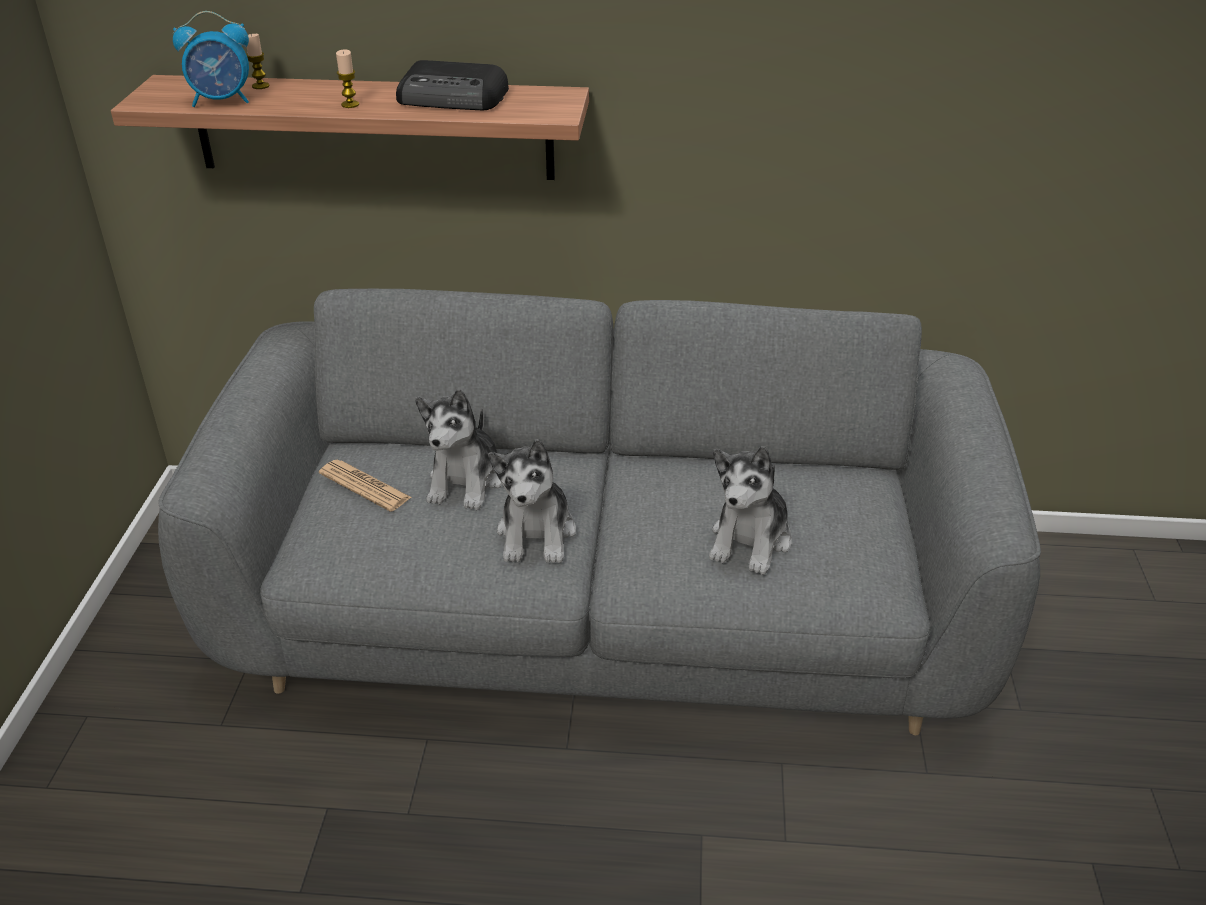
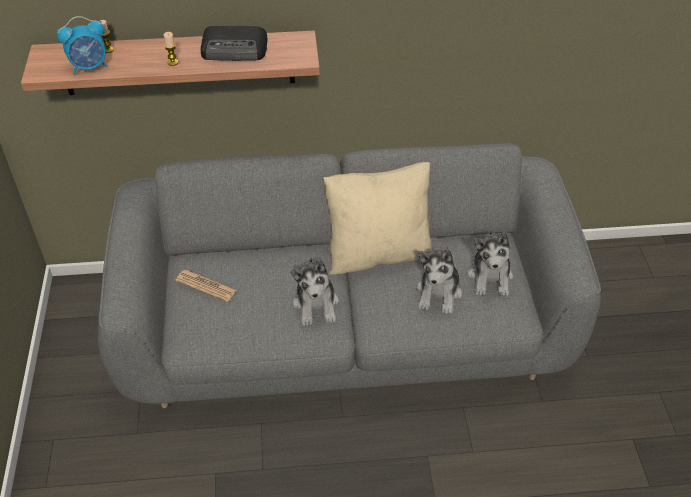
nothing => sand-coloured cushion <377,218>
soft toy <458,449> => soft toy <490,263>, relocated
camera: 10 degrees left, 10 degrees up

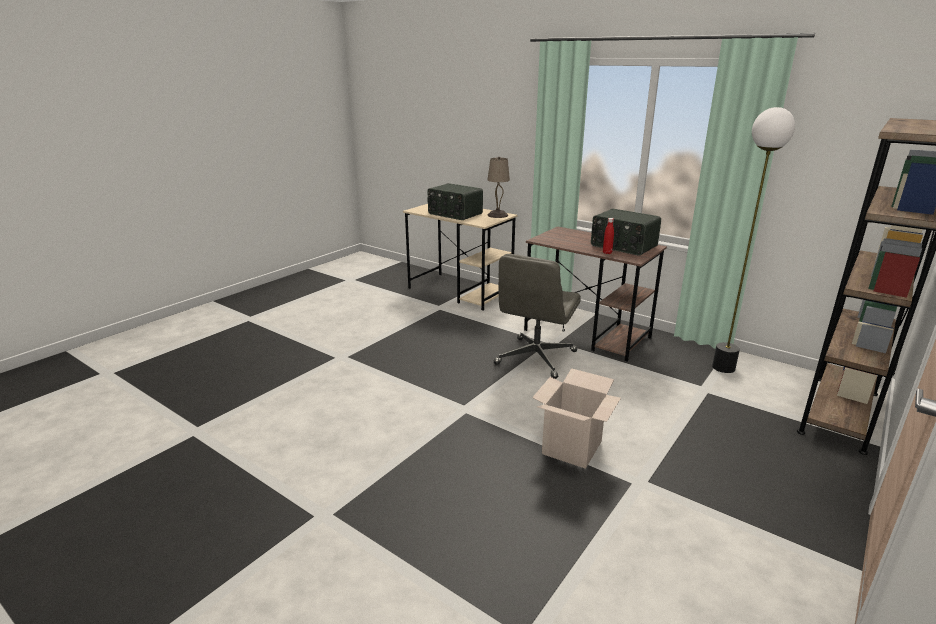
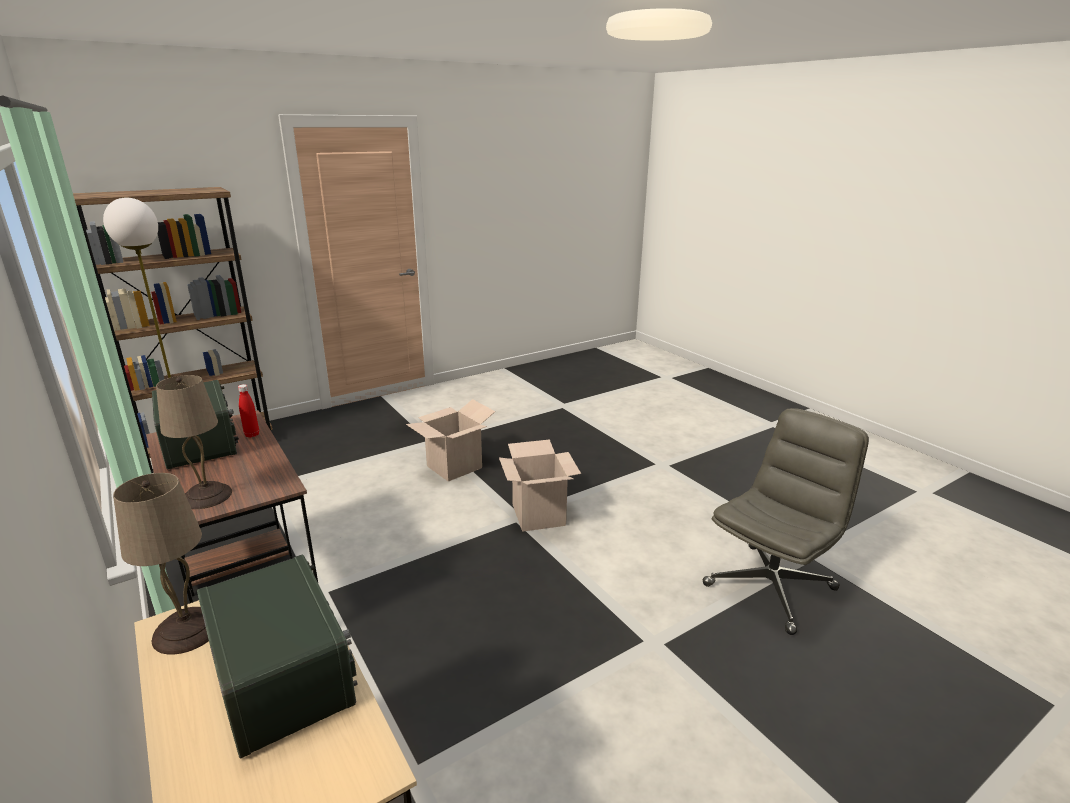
nothing => sand-coloured tabletop lamp <194,442>
nothing => packing box <540,485>
greyish computer chair <537,316> => greyish computer chair <785,521>, relocated
camera: 160 degrees left, 0 degrees up

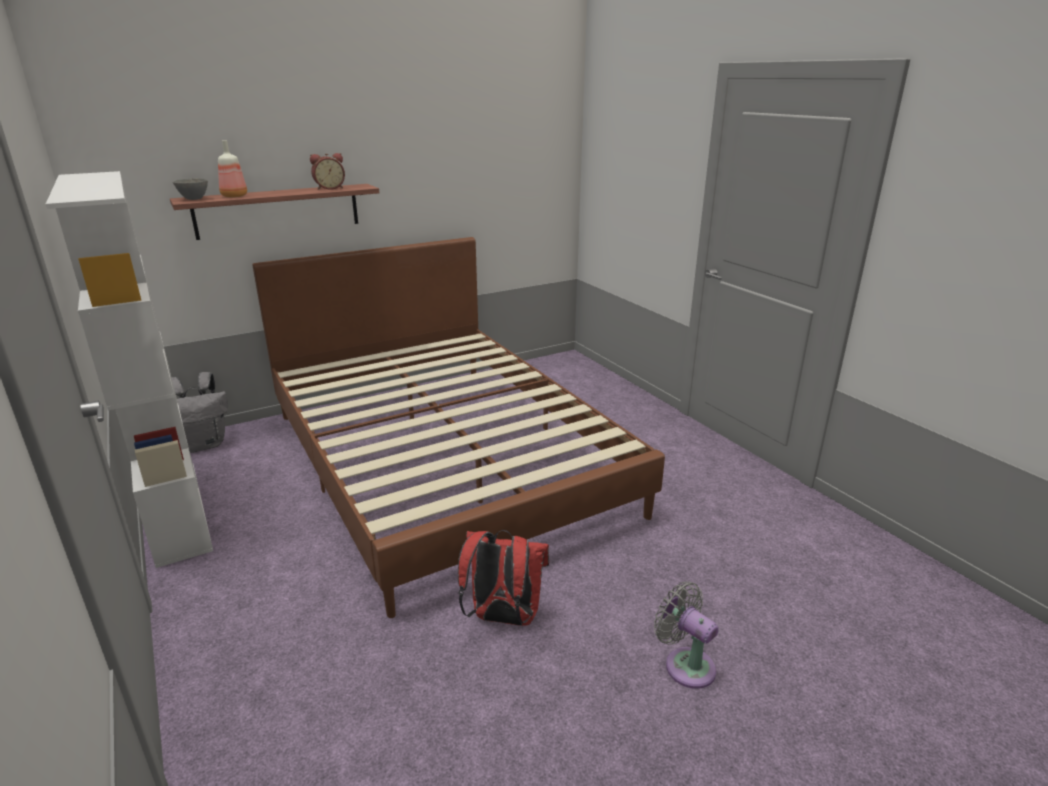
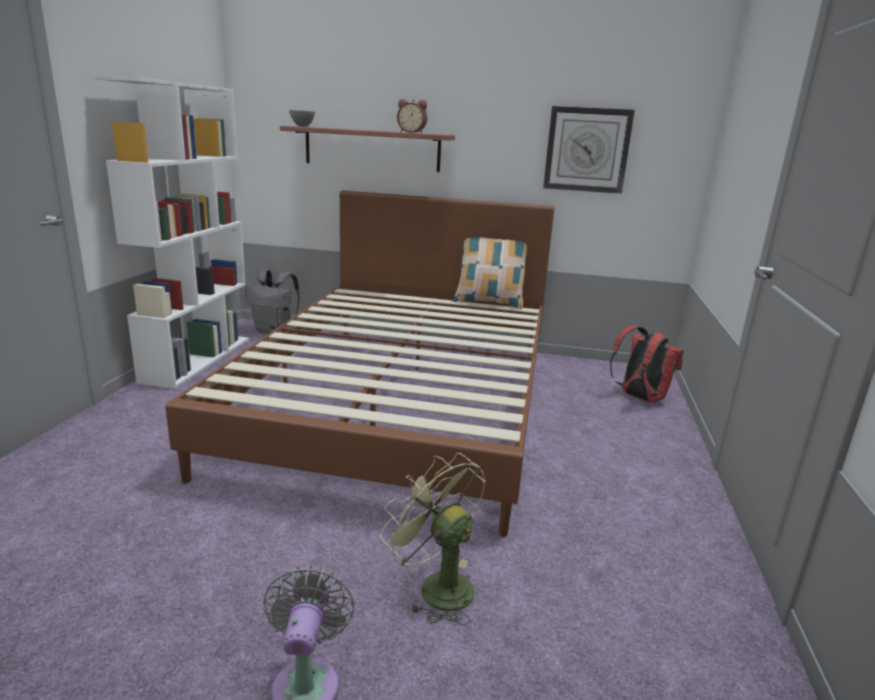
bottle <232,168> => nothing
nothing => green-coloured electric fan <433,539>
nothing => cushion <490,273>
nothing => hanging clock <589,150>
red knapsack <503,578> => red knapsack <647,364>, relocated
camera: 40 degrees right, 5 degrees down

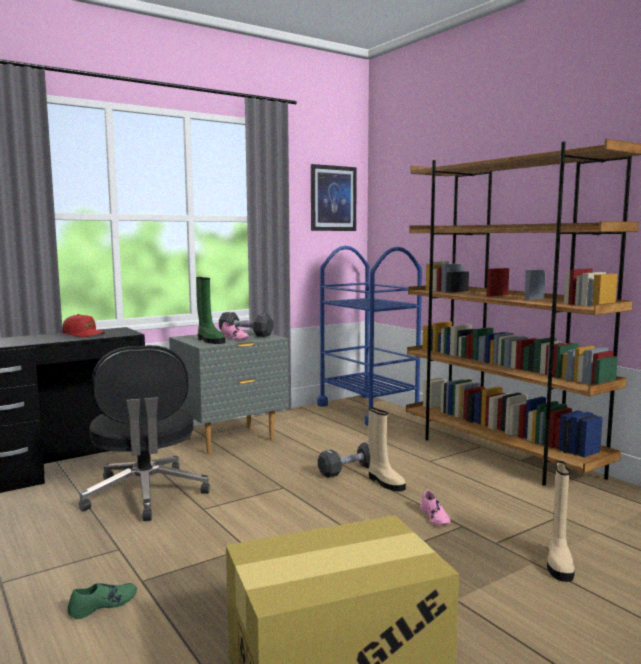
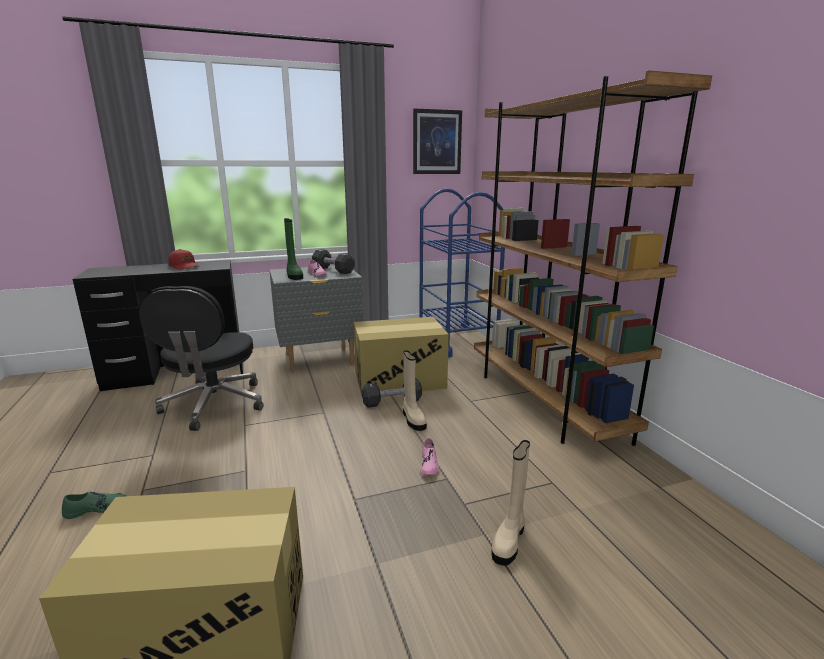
nothing => packing box <401,356>
camera: 15 degrees right, 10 degrees up

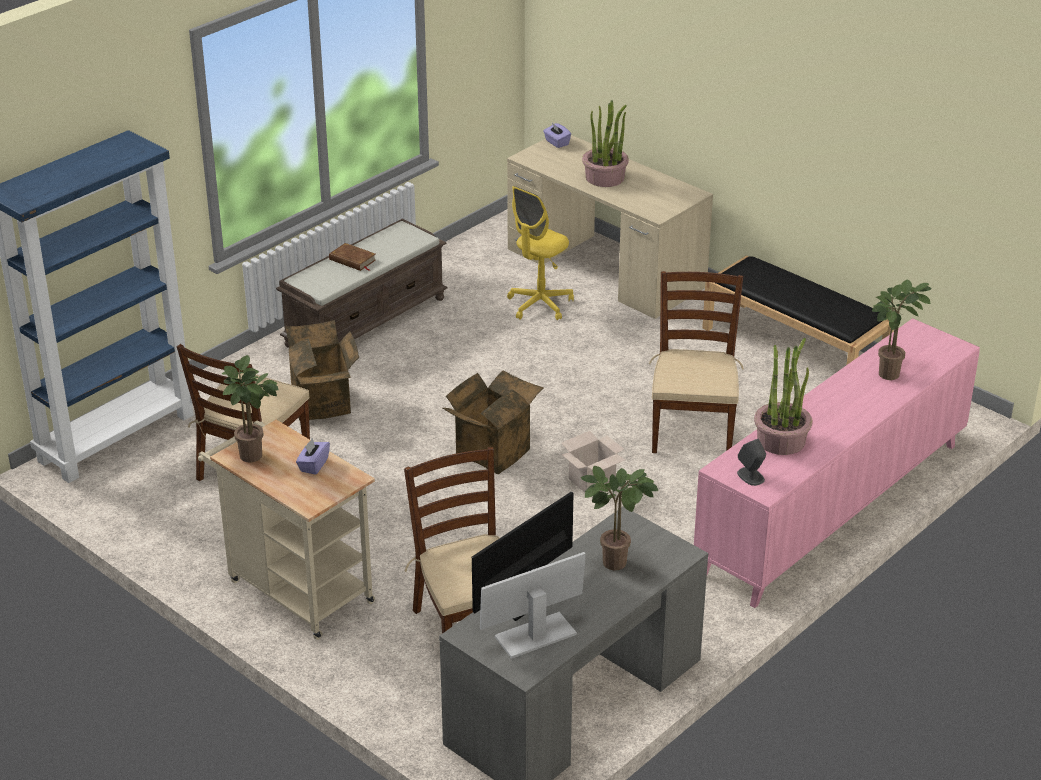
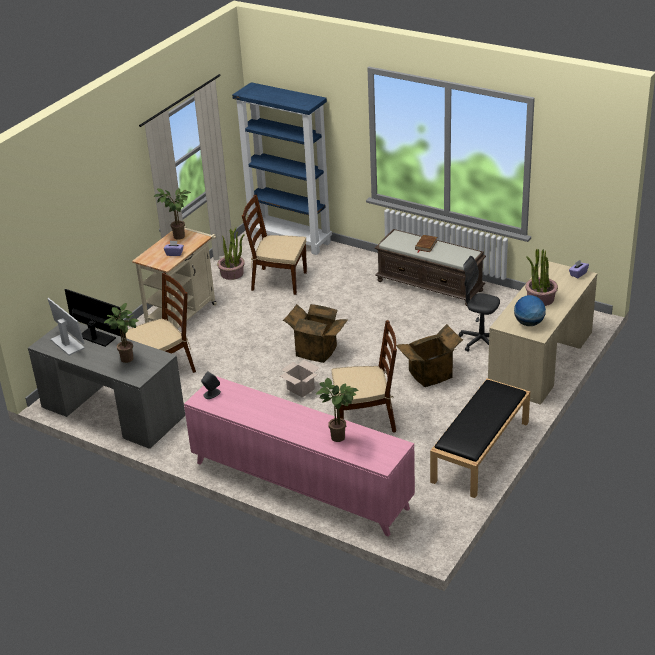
nothing => world globe <530,310>
packing box <322,370> => packing box <429,355>, relocated
potted plant <783,396> => potted plant <231,254>, relocated
yellowish computer chair <540,253> => greyish computer chair <479,304>
camera: 80 degrees right, 0 degrees up

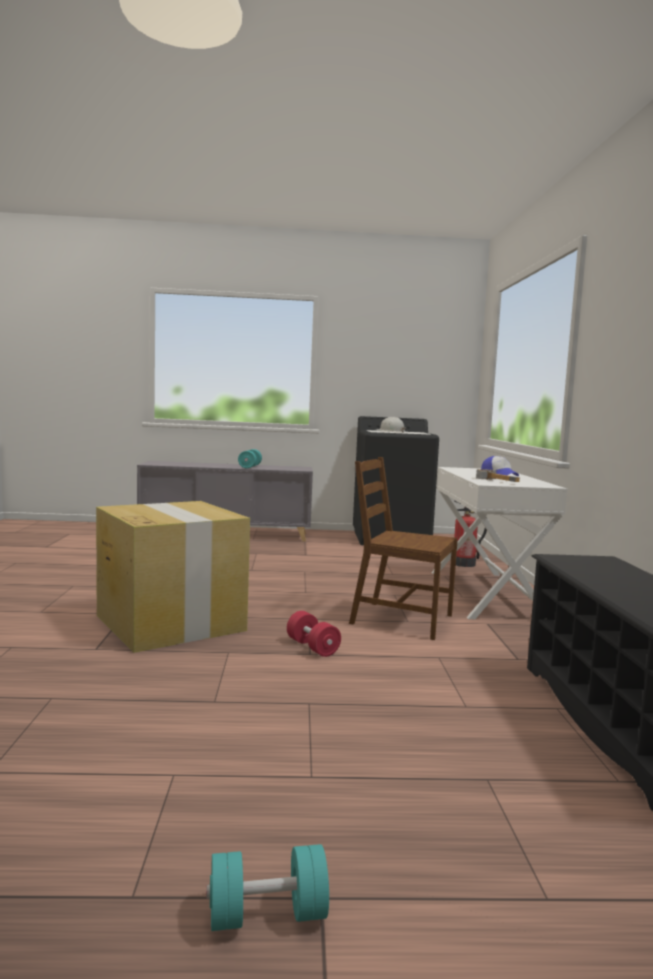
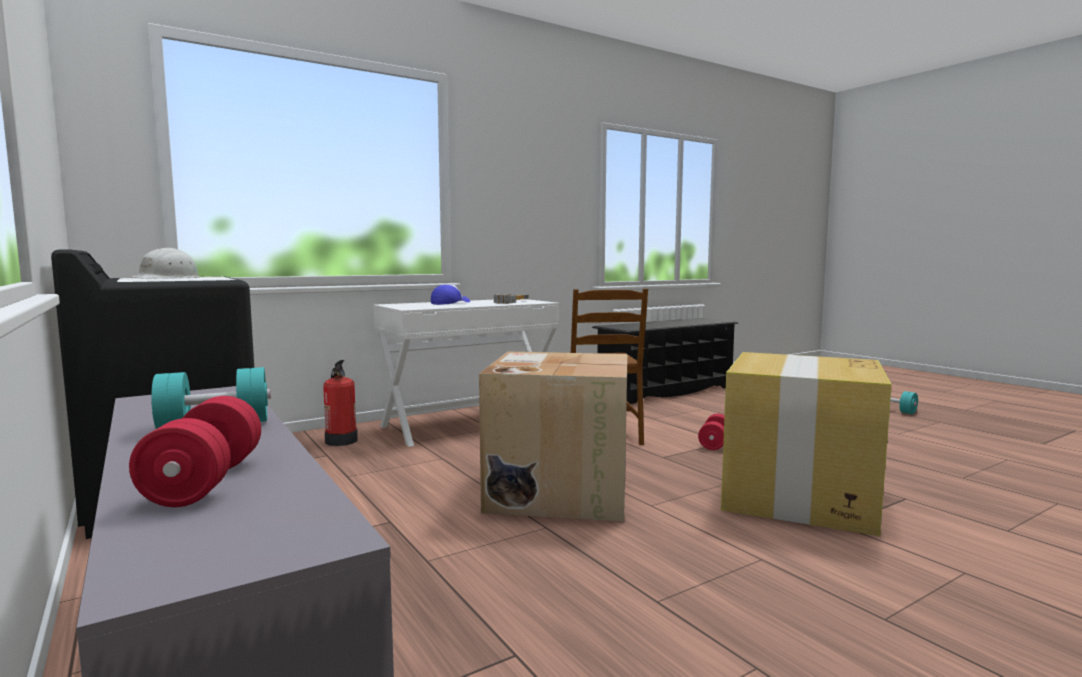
nothing => red free weight <195,451>
nothing => packing box <553,437>
camera: 120 degrees left, 0 degrees up

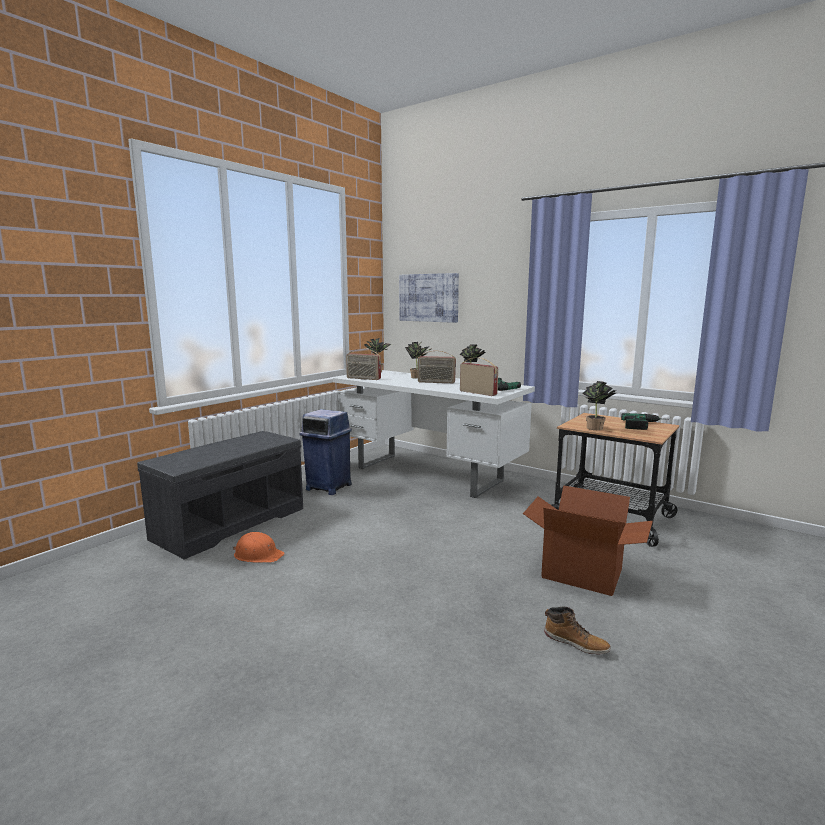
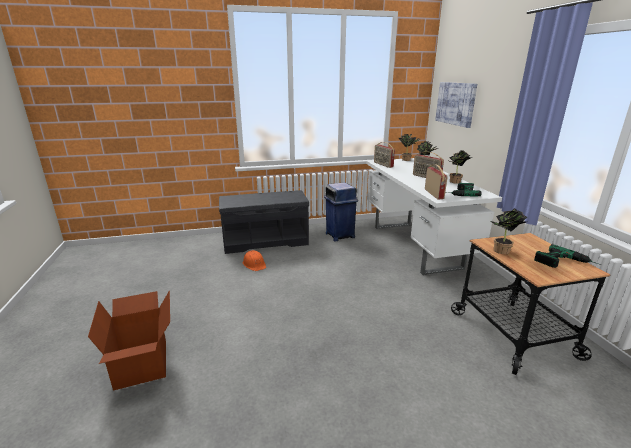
high-top boot <577,631> => nothing
packing box <588,540> => packing box <129,340>, relocated
camera: 40 degrees right, 10 degrees up

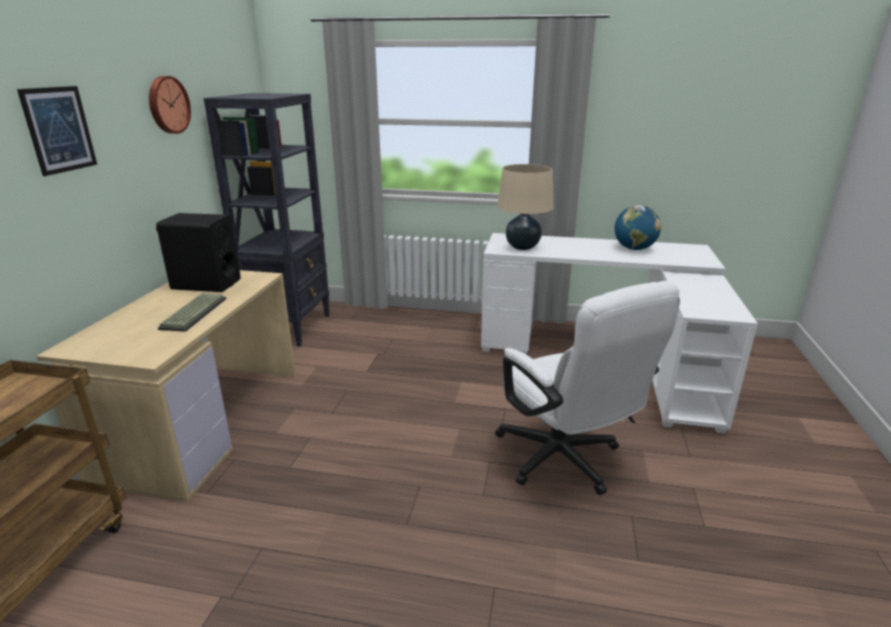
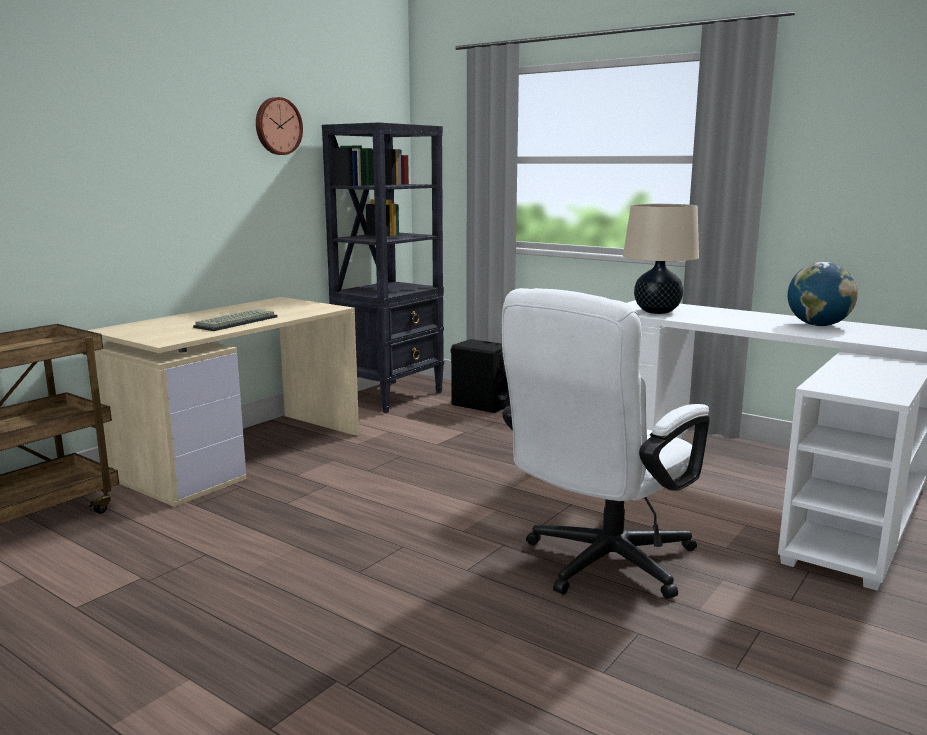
picture <57,131> => nothing
black-coloured loudspeaker <198,252> => black-coloured loudspeaker <480,376>, relocated
whitish computer chair <587,388> => whitish computer chair <606,443>, 45 degrees clockwise
camera: 25 degrees right, 10 degrees down

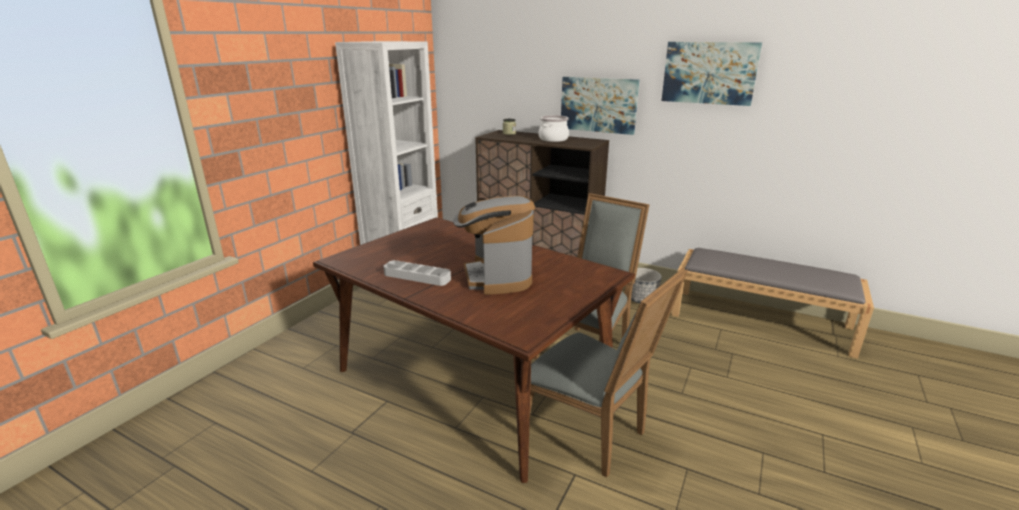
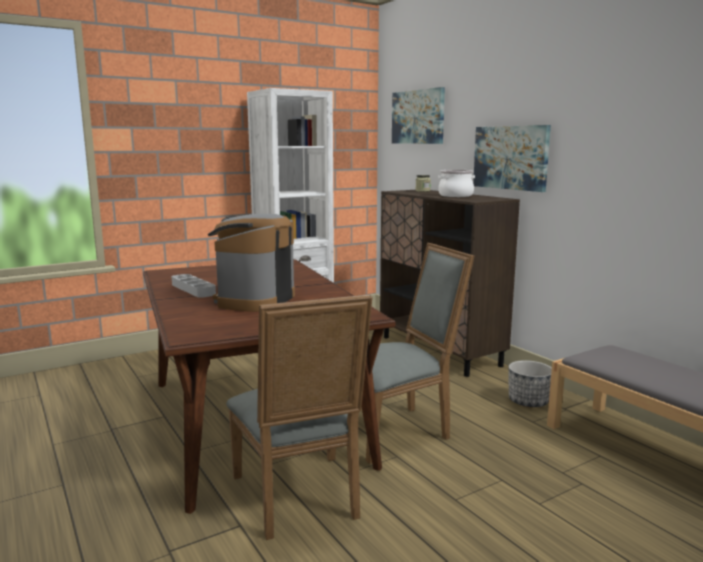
picture <712,74> => picture <418,115>, relocated
camera: 30 degrees right, 10 degrees down

